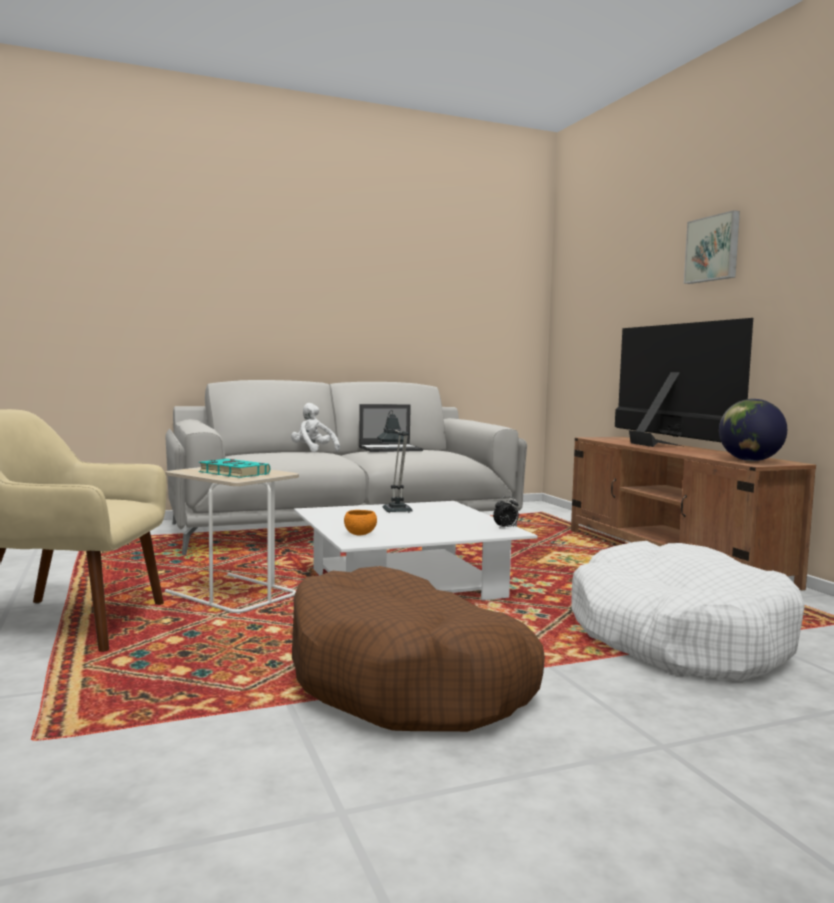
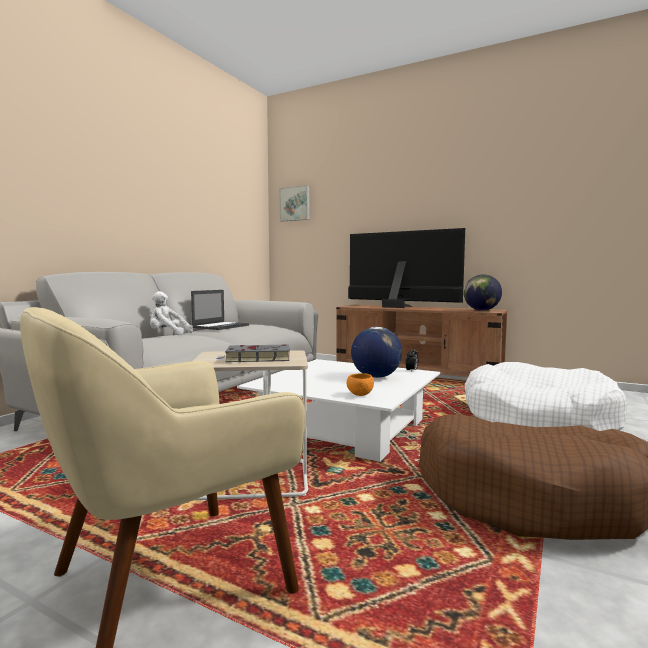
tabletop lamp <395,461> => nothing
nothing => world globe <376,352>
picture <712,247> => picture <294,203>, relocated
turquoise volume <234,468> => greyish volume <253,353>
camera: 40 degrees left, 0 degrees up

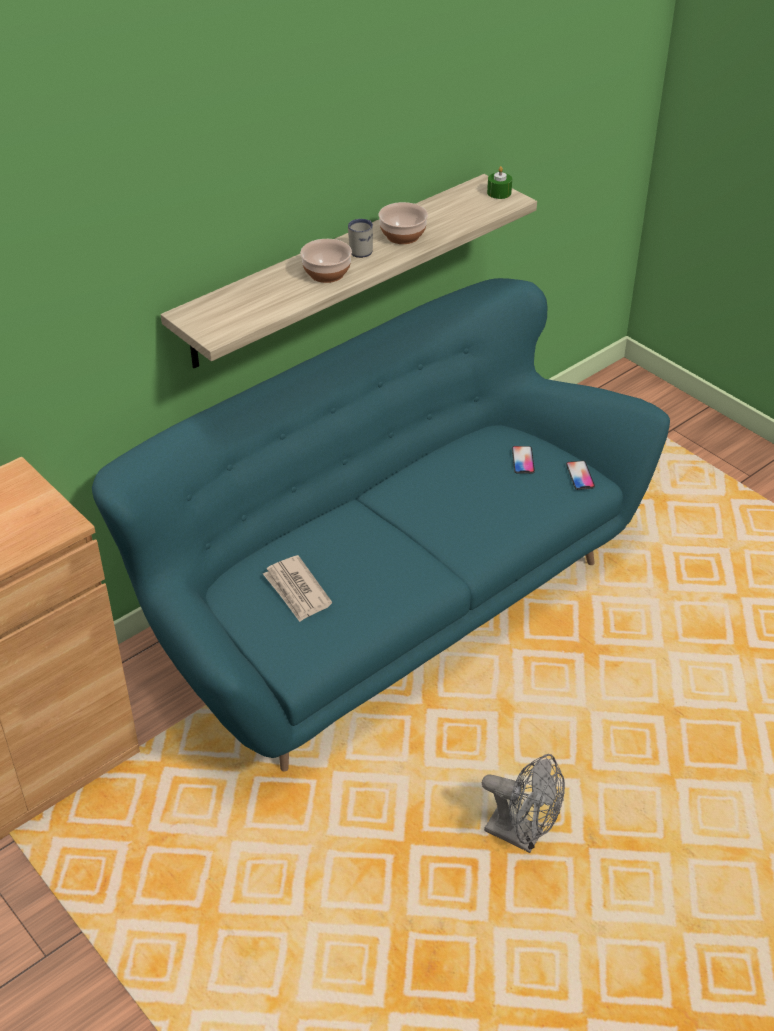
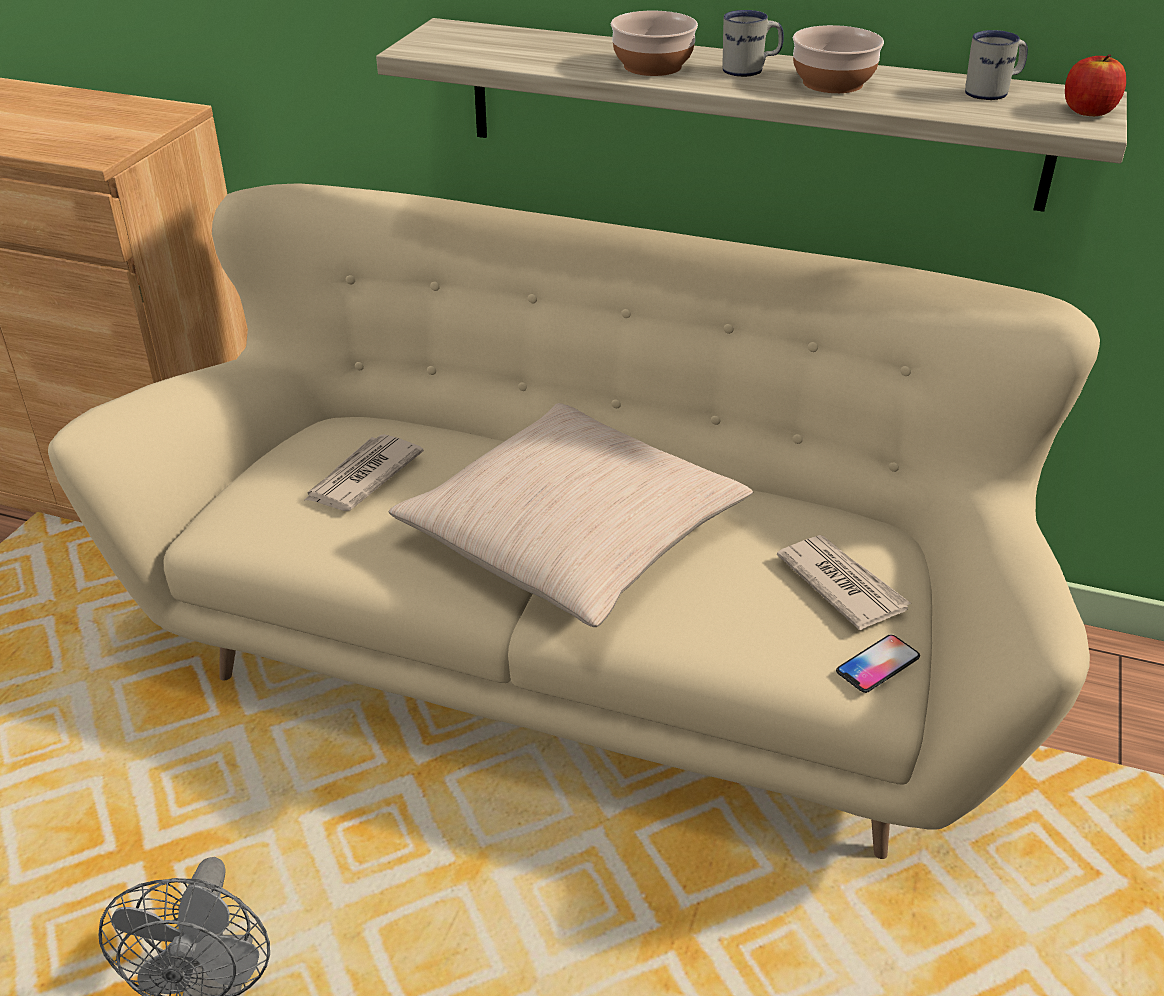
nothing => sand-coloured cushion <570,515>
nothing => whitish tea mug <996,65>
green-coloured candle <499,182> => whole apple <1095,85>
handset <523,460> => daily paper <844,582>
turquoise settee <381,525> => sand-coloured settee <574,521>
camera: 60 degrees right, 5 degrees down

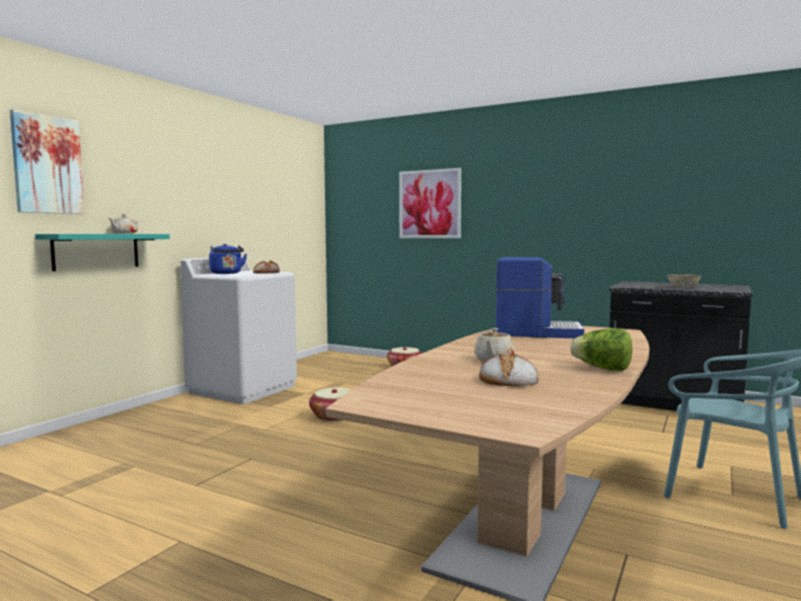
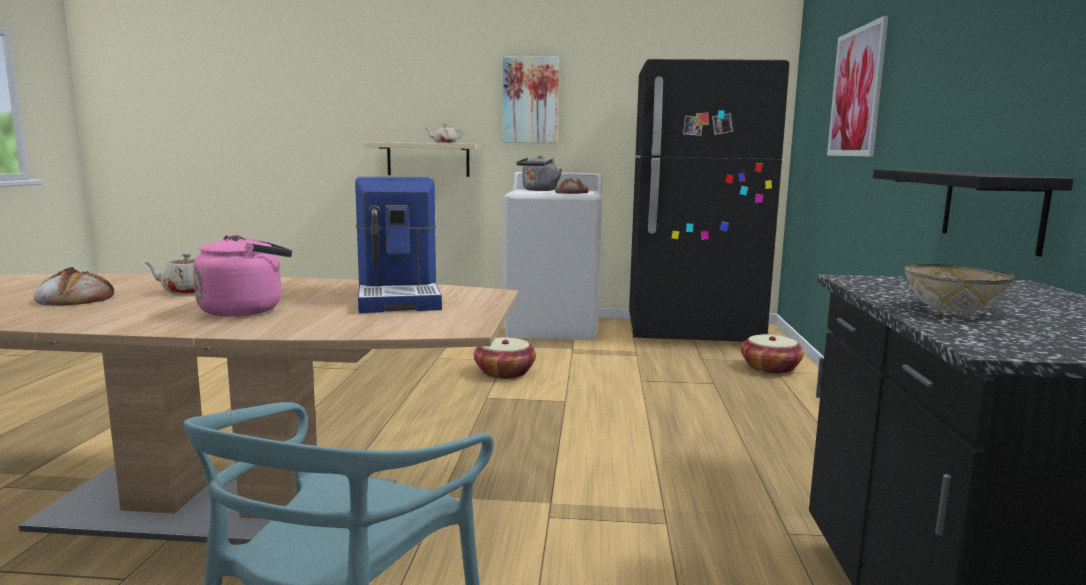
lettuce <601,349> => nothing
nothing => pink-coloured water kettle <242,275>
nothing => black-coloured fridge <709,200>
nothing => black-coloured bracket shelf <973,212>
picture <47,161> => picture <531,99>, relocated
turquoise bracket shelf <102,252> => sand-coloured bracket shelf <422,159>
blue-coloured water kettle <228,259> => greyish water kettle <539,173>
camera: 65 degrees right, 5 degrees up

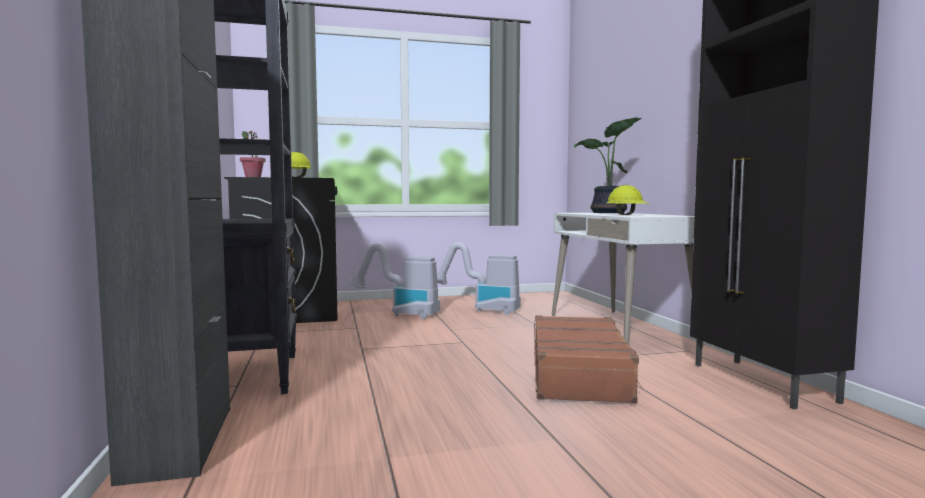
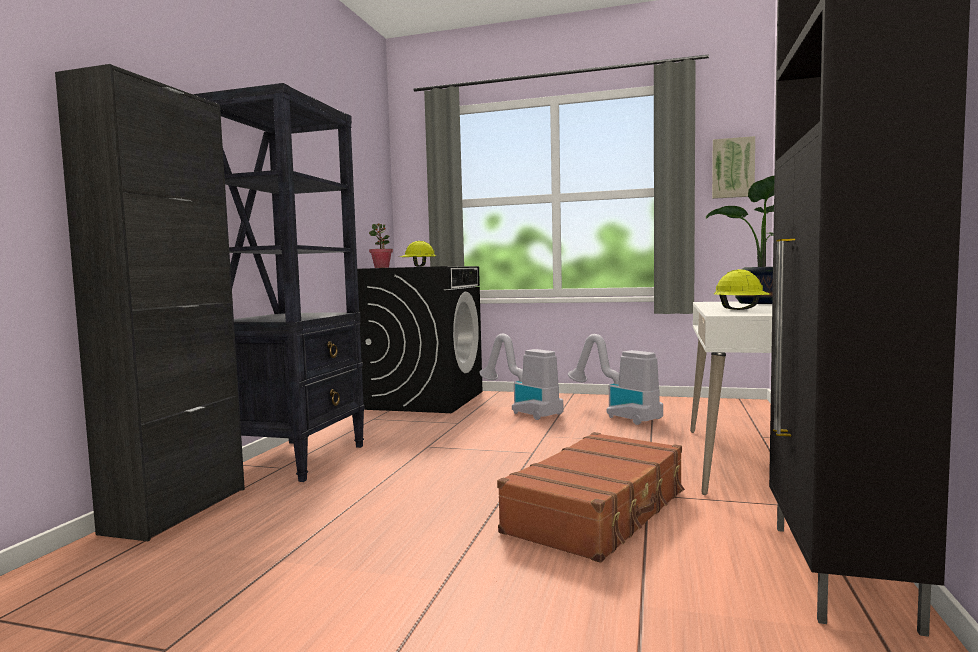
nothing => picture <733,167>
camera: 30 degrees right, 0 degrees up

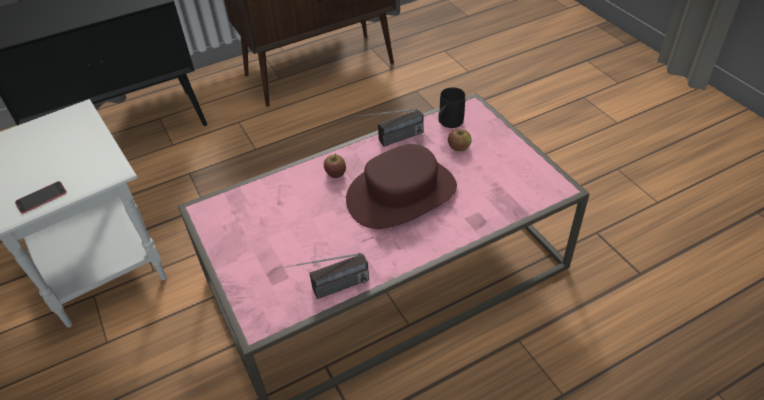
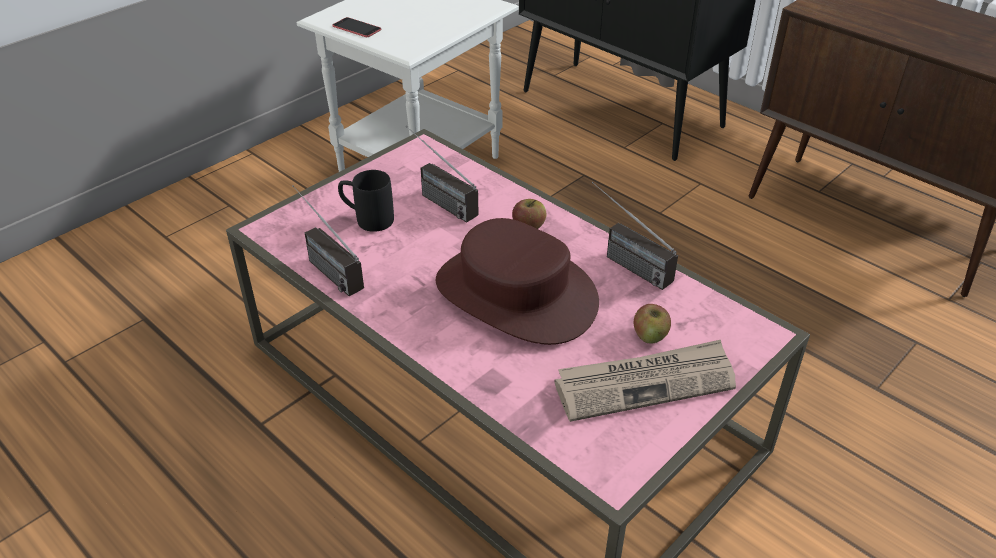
nothing => radio <442,174>
nothing => daily paper <645,381>
black-coloured tea mug <451,107> => black-coloured tea mug <366,201>, relocated
camera: 70 degrees right, 5 degrees down

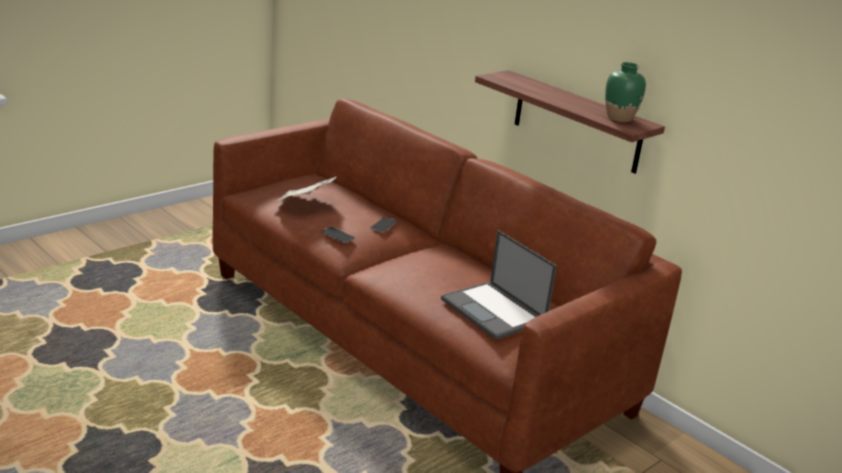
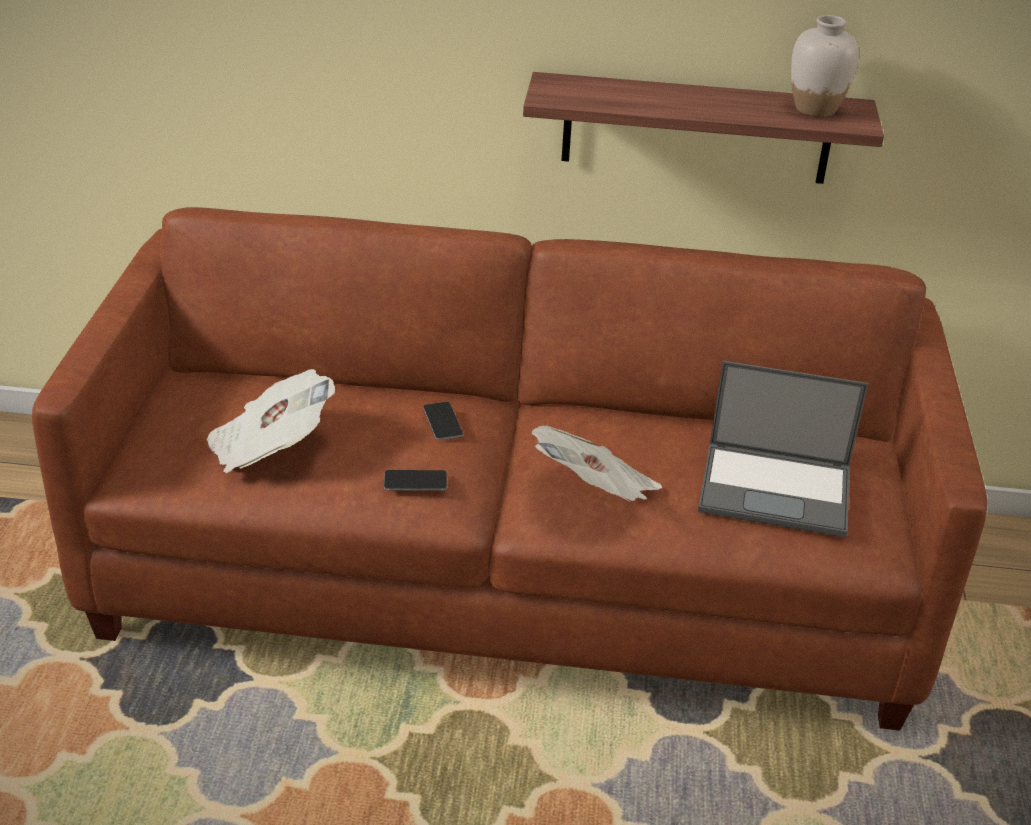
nothing => daily paper <597,463>
green-coloured decorative vase <625,92> => whitish decorative vase <825,66>
camera: 40 degrees left, 10 degrees up

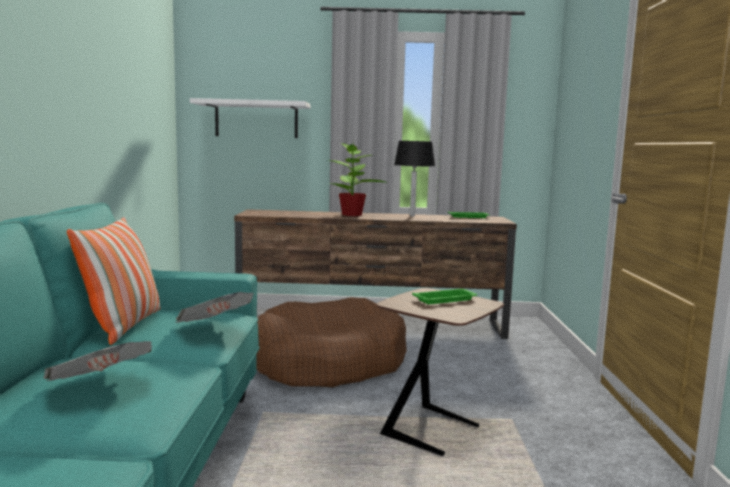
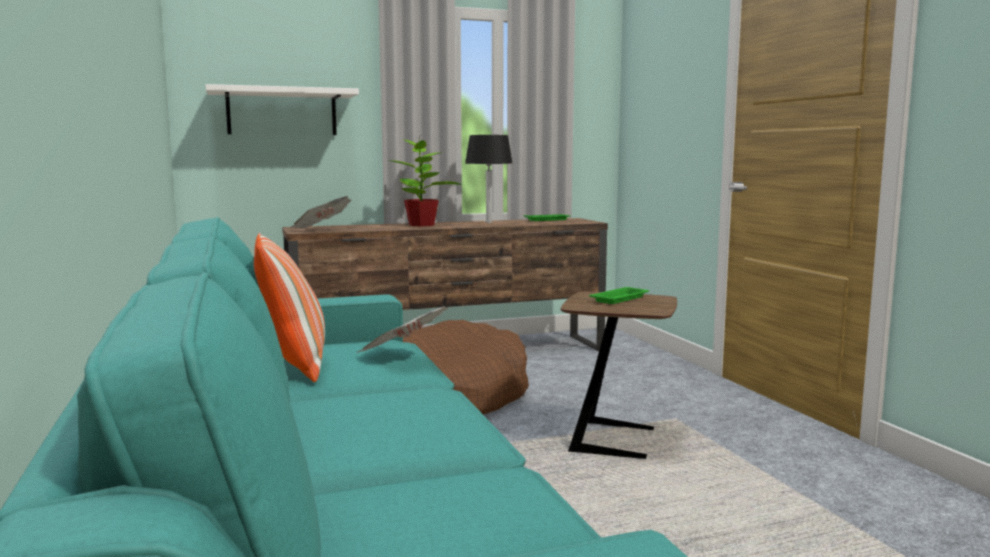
daily paper <98,361> => daily paper <321,212>, relocated
camera: 20 degrees left, 0 degrees up

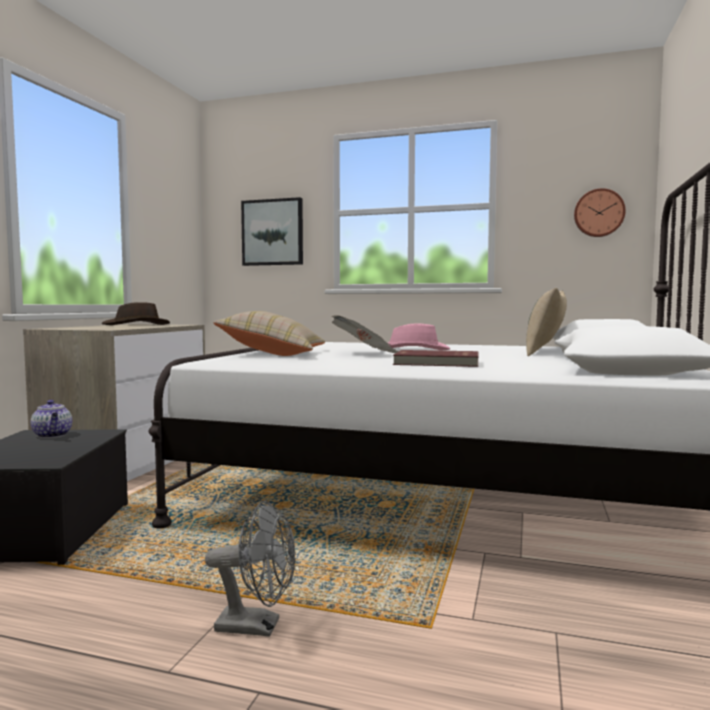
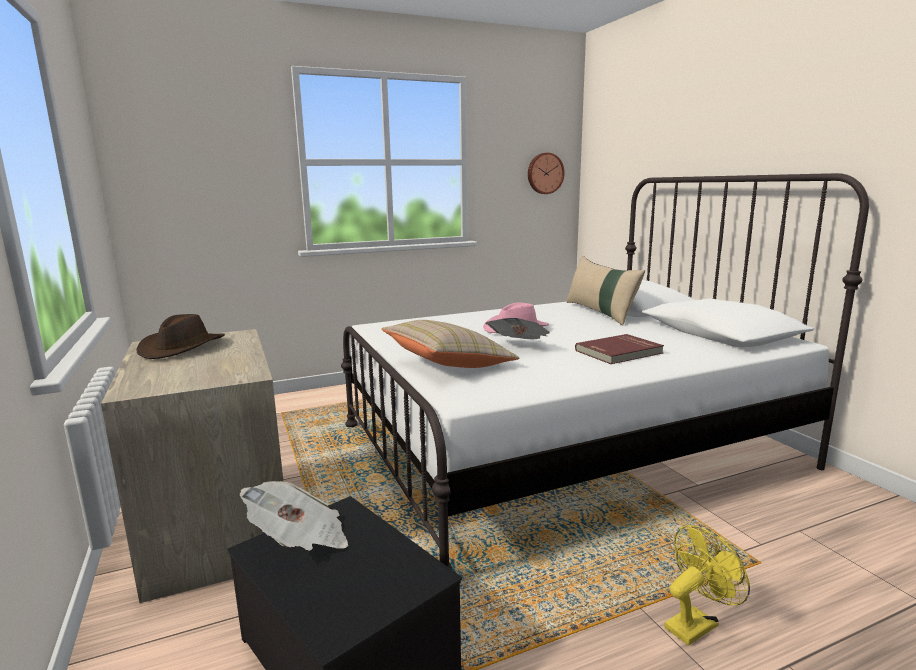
picture <272,231> => nothing
tea pot <51,419> => daily paper <294,516>
greyish electric fan <250,569> => yellowish electric fan <707,585>
camera: 40 degrees left, 10 degrees up

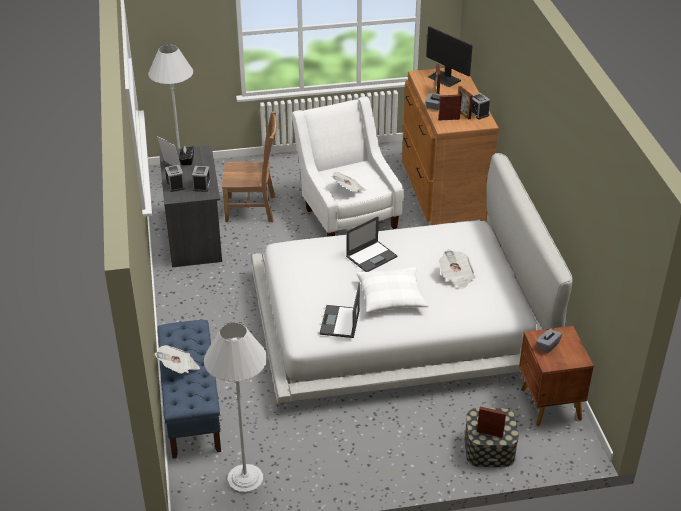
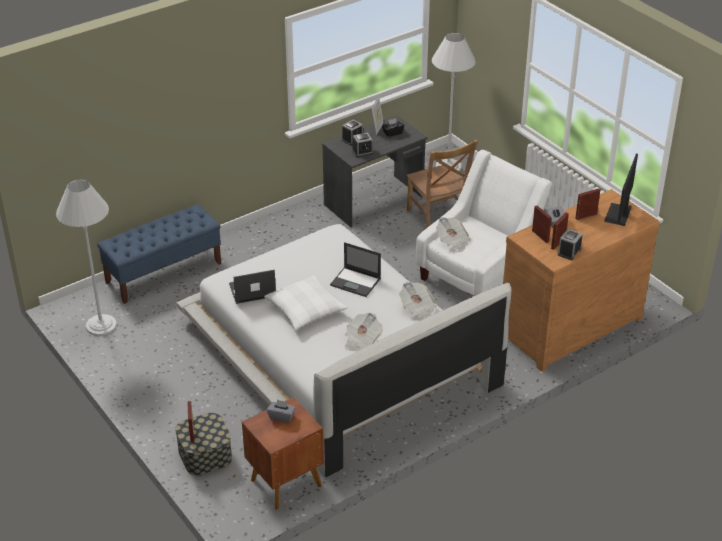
daily paper <177,359> => daily paper <418,300>, relocated
camera: 65 degrees right, 0 degrees up

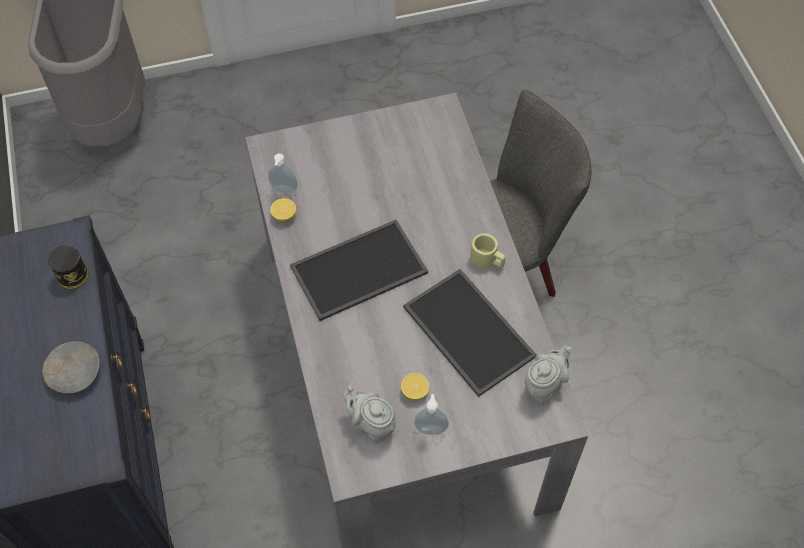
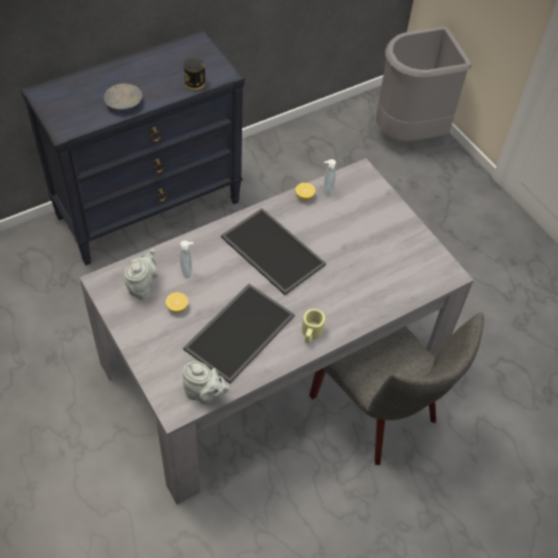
soap dispenser <431,414> => soap dispenser <186,259>, relocated
camera: 70 degrees right, 5 degrees down

